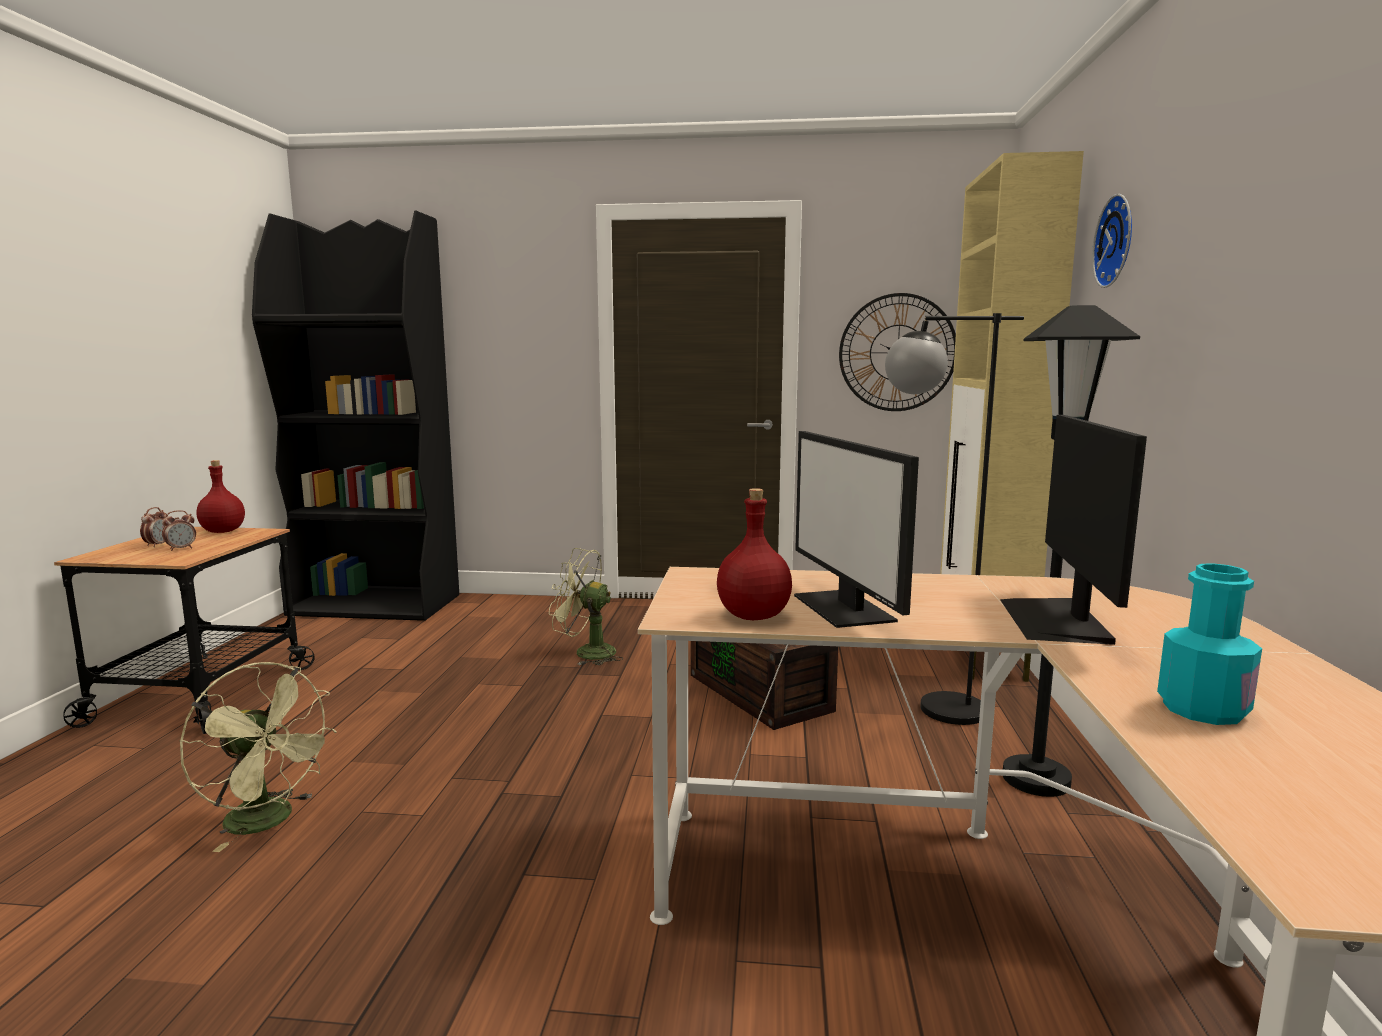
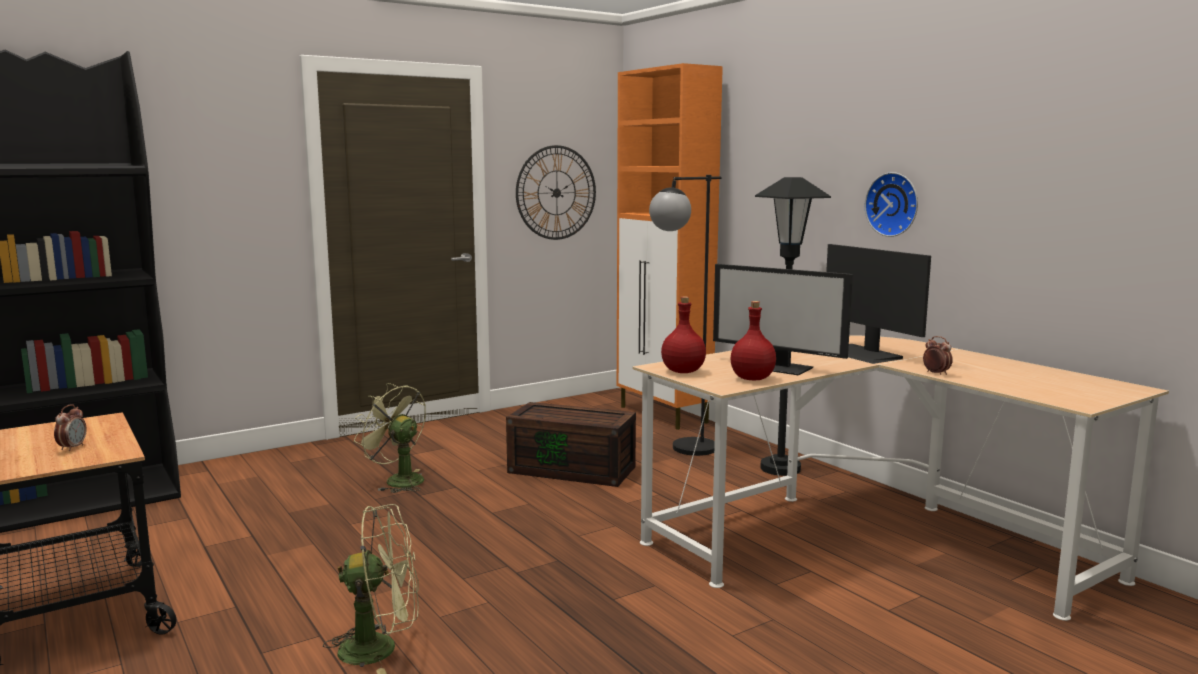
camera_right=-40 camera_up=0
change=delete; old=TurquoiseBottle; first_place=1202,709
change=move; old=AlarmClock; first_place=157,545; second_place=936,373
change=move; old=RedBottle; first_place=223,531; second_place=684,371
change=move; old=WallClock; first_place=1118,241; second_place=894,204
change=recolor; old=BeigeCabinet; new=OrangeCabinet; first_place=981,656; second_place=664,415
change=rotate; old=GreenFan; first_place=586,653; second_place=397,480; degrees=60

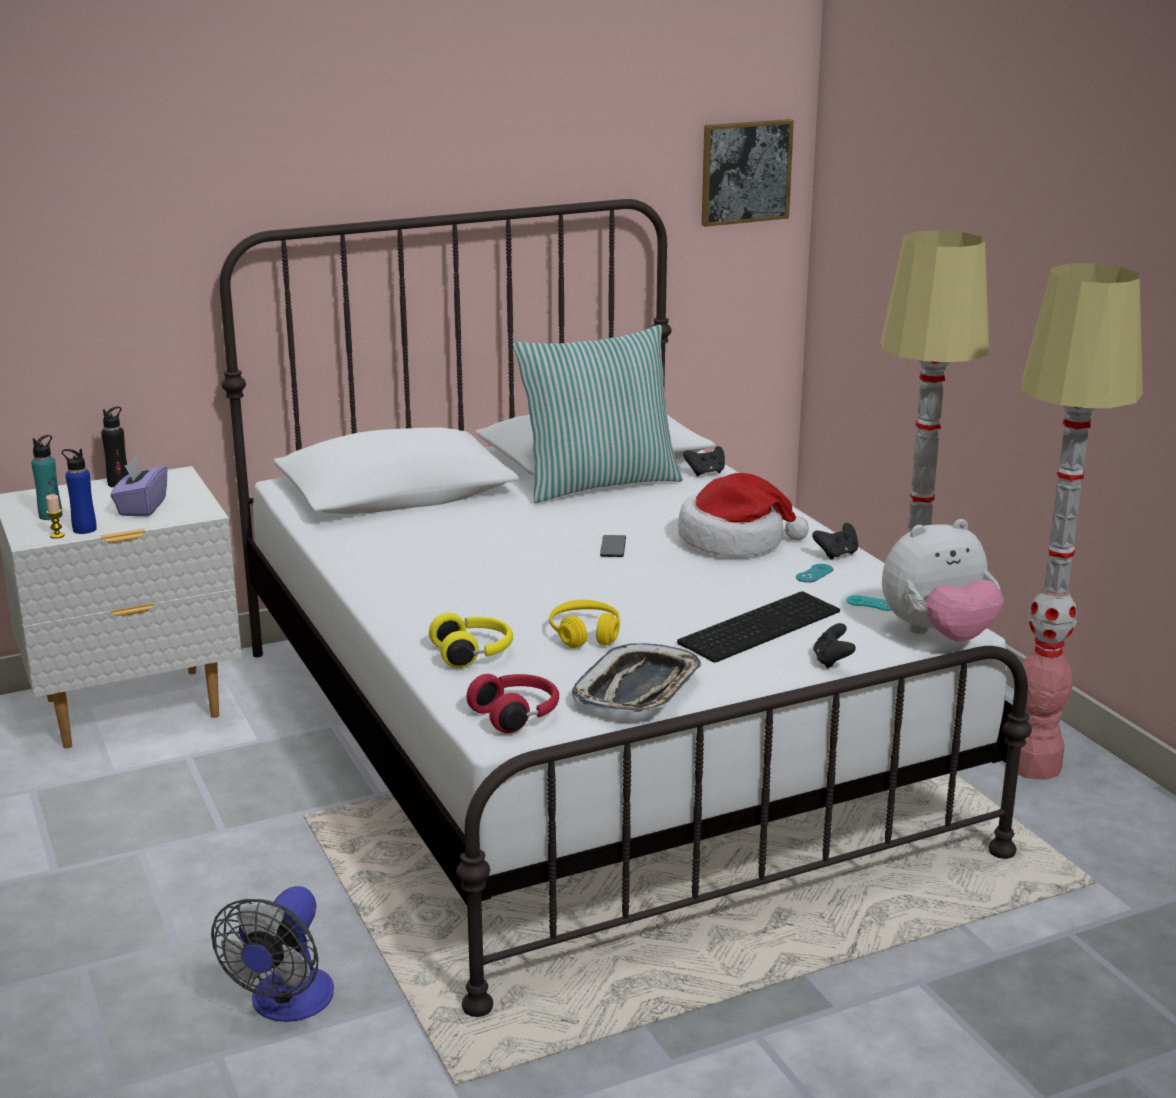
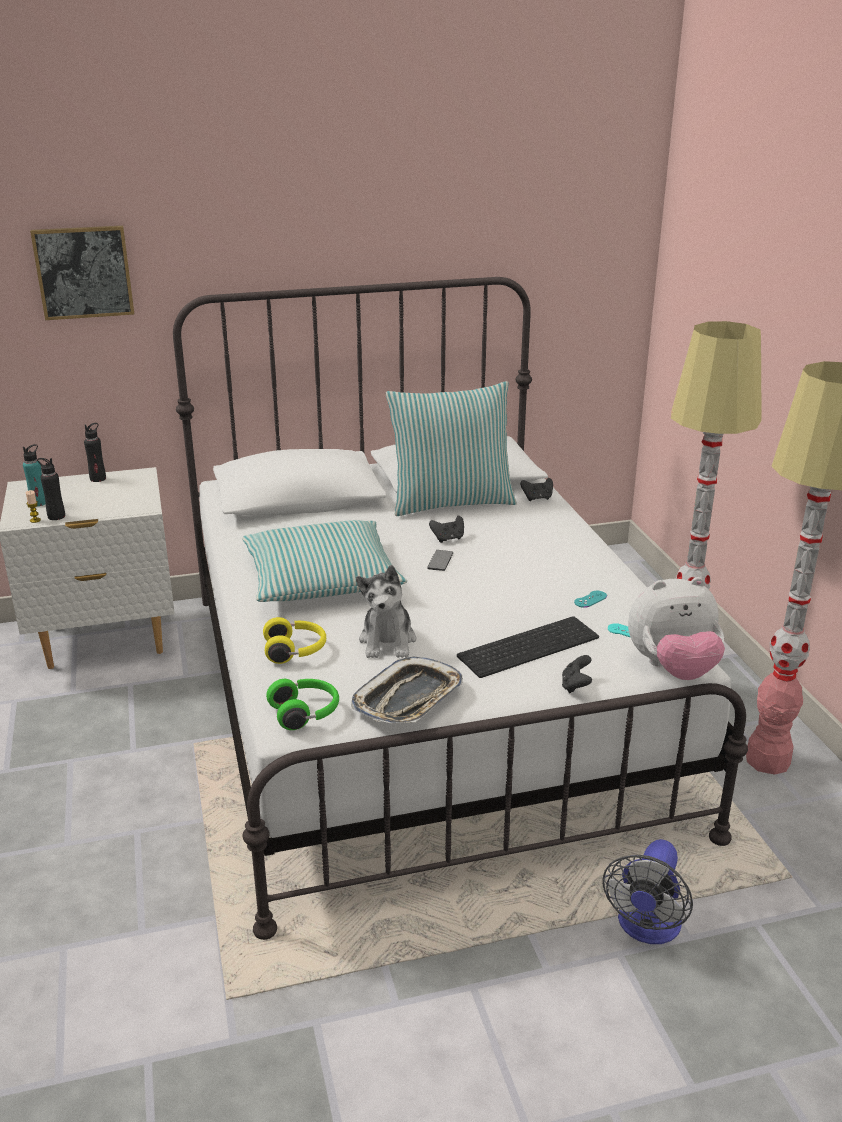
camera_right=10 camera_up=5
change=delete; old=PurpleTissueBox; first_place=141,507
change=delete; old=Hat; first_place=734,540
change=insert; new=Pillow; second_place=321,578
change=move; old=Fan; first_place=286,1005; second_place=646,928
change=move; old=Picture; first_place=745,172; second_place=83,272
change=move; old=BlackGameController; first_place=837,554; second_place=448,539
change=replace; old=YellowHeadphones; new=PlushToy; first_place=585,634; second_place=388,641
change=recolor; old=BlueBottle; new=BlackBottle; first_place=84,529; second_place=56,516
change=recolor; old=RedHeadphones; new=GreenHeadphones; first_place=517,715; second_place=306,713

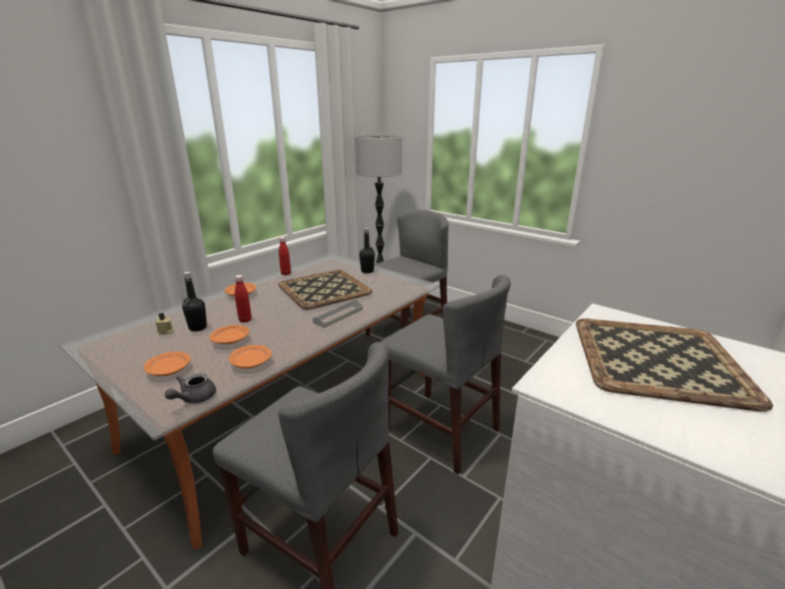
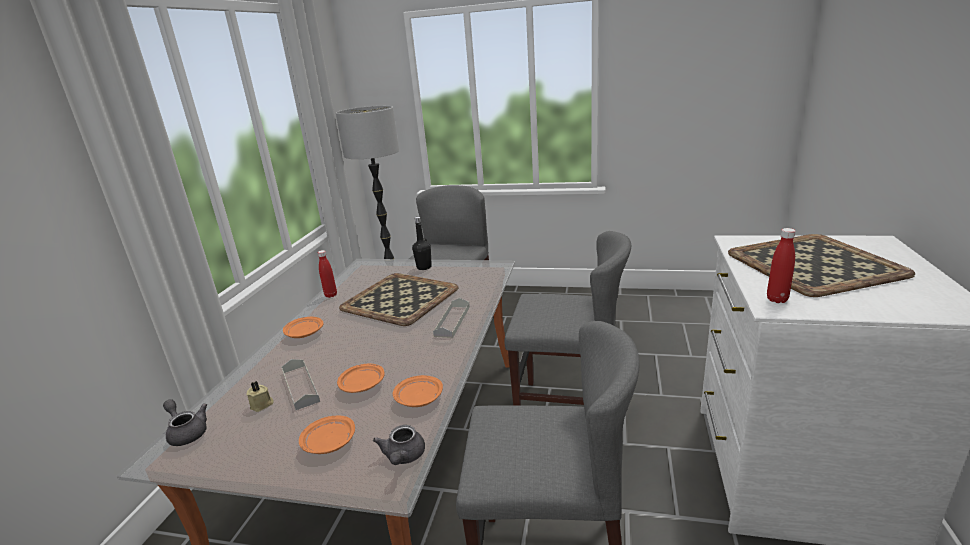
camera_right=-25 camera_up=0
change=insert; new=GreyTeapot; second_place=187,432
change=move; old=RedBottle; first_place=245,320; second_place=777,299
change=replace; old=BlackBottle; new=GreyTray; first_place=198,328; second_place=300,386

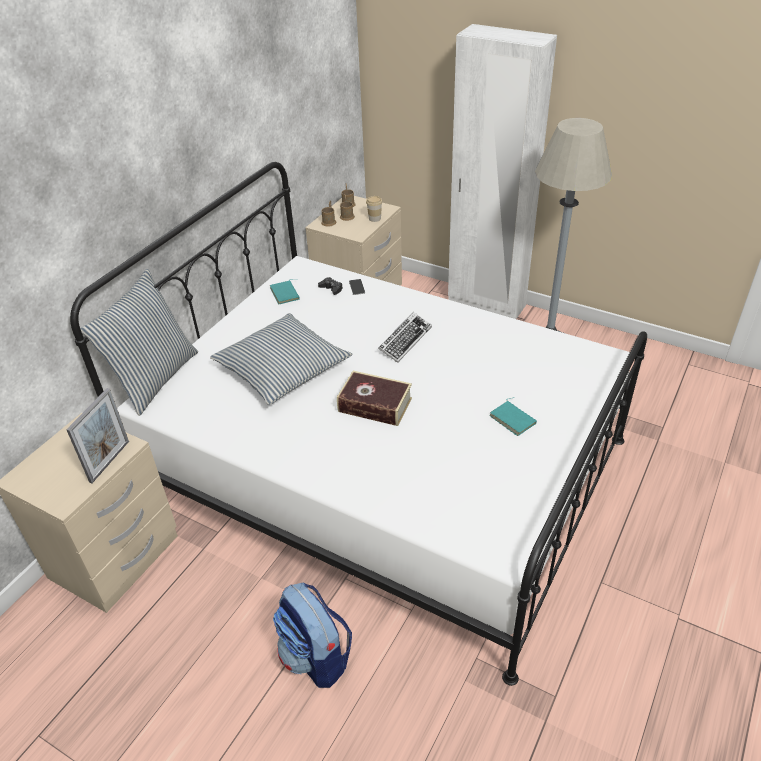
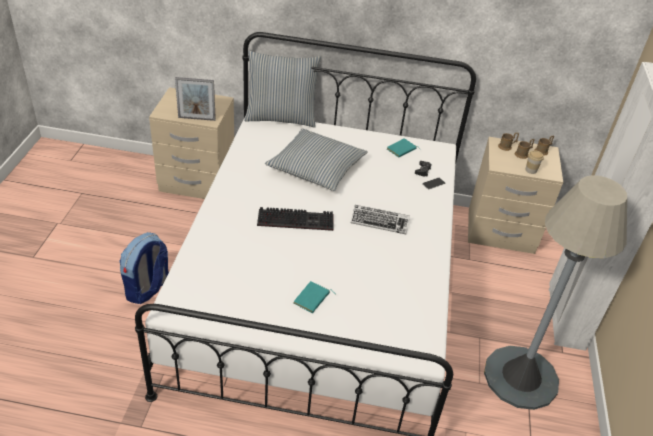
camera_right=65 camera_up=0
change=replace; old=Book; new=Keyboard; first_place=375,405; second_place=297,219

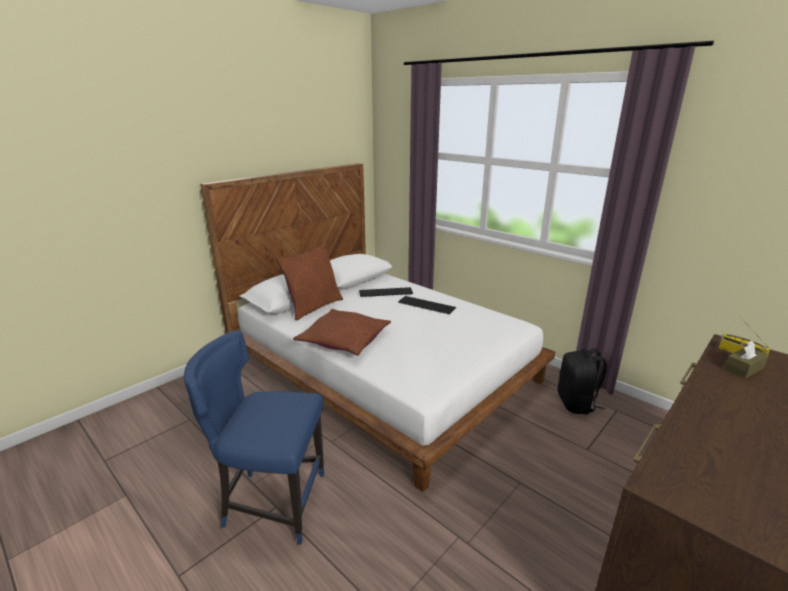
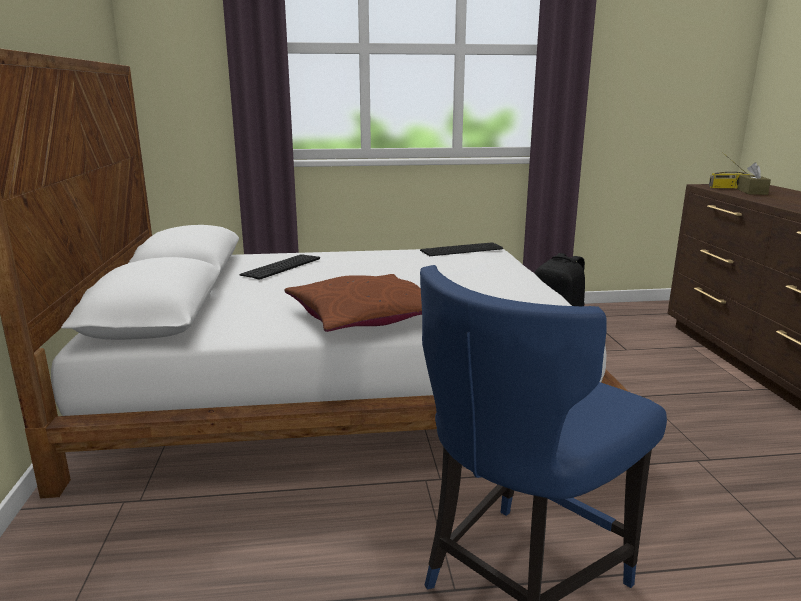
camera_right=-50 camera_up=-5
change=delete; old=BrownPillow; first_place=313,307
change=move; old=Keyboard; first_place=426,304; second_place=460,249

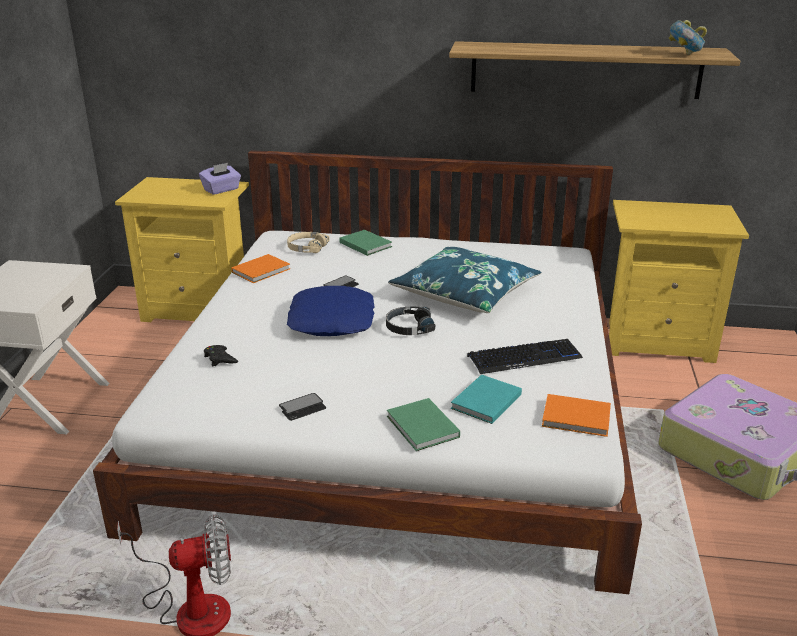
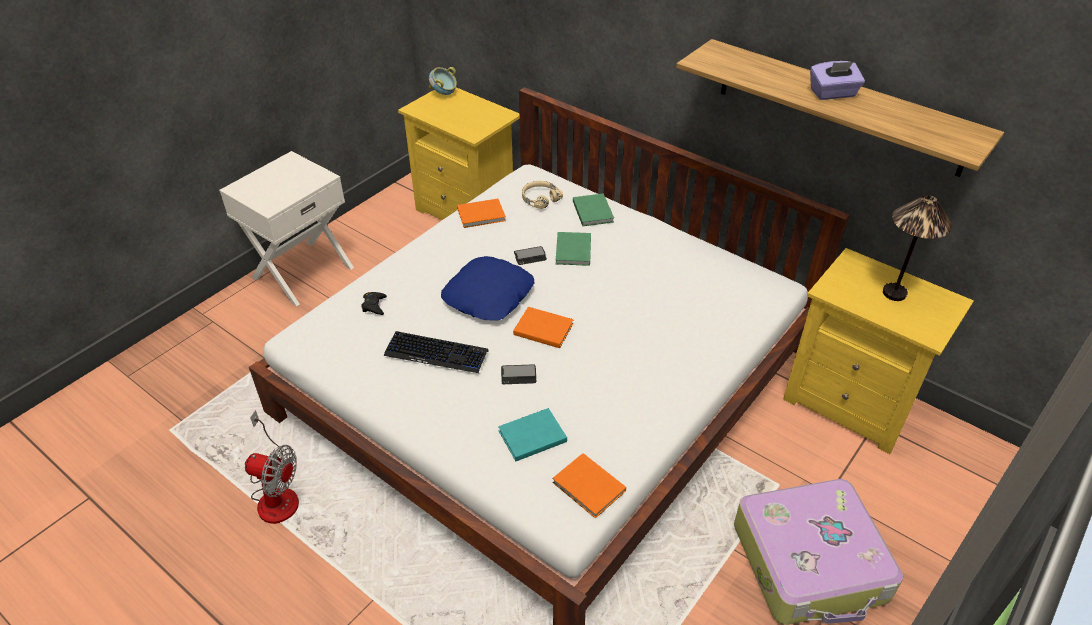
camera_right=30 camera_up=15
change=delete; old=BluePillow; first_place=465,293
change=insert; new=TableLamp; second_place=895,293
change=move; old=PurpleTissueBox; first_place=221,190; second_place=833,93
change=move; old=Phone; first_place=302,408; second_place=518,375
change=move; old=GreenBook; first_place=422,428; second_place=572,251
change=move; old=Keyboard; first_place=524,358; second_place=436,353
change=move; old=Bowl; first_place=684,55; second_place=444,94
change=replace; old=BlackHeadphones; new=OrangeBook; first_place=409,327; second_place=542,328

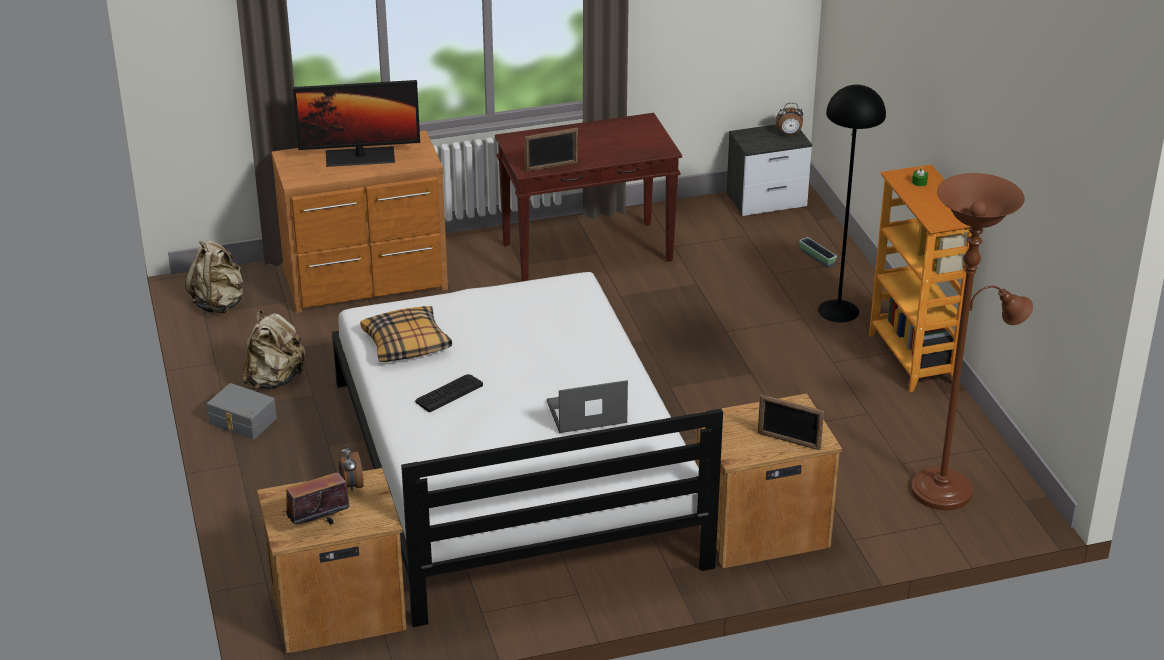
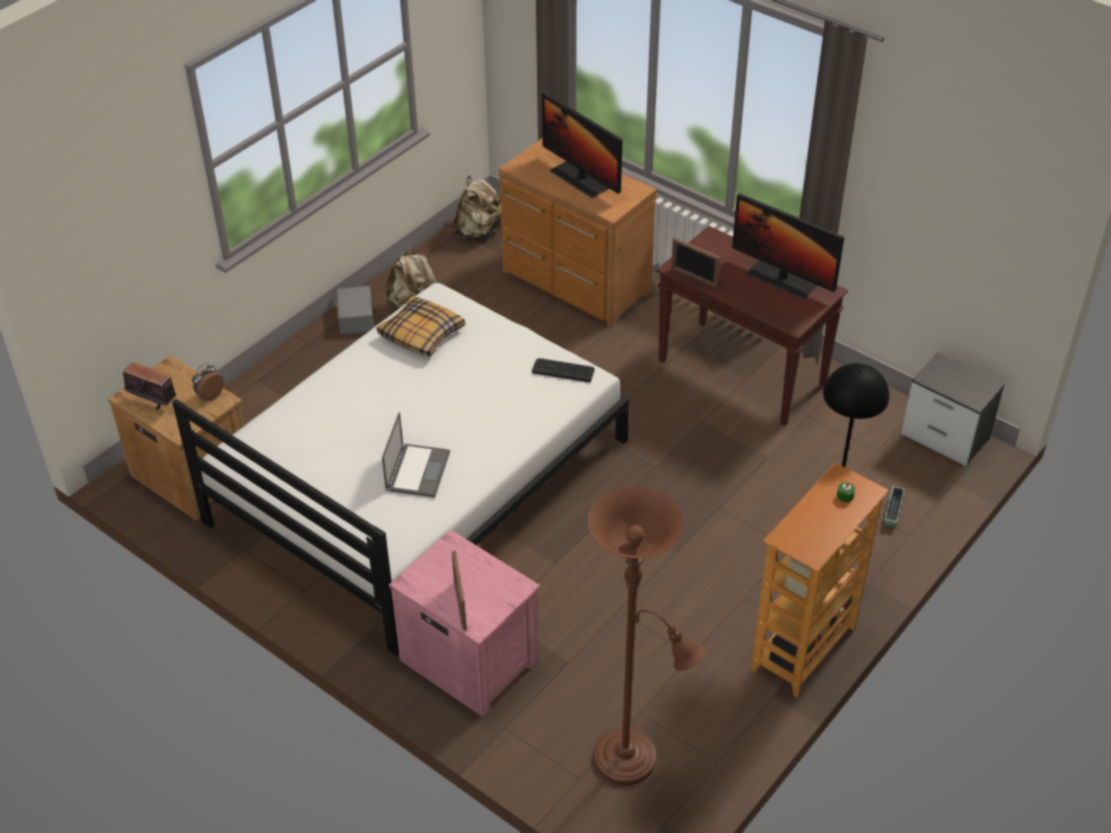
camera_right=55 camera_up=10
change=delete; old=AlarmClock; first_place=789,134
change=insert; new=Monitor; second_place=782,279
change=move; old=Keyboard; first_place=448,393; second_place=563,370
change=recolor; old=BrownNightstand; new=PinkNightstand; first_place=758,528; second_place=468,658
change=rotate; old=Laptop; first_place=585,412; second_place=418,470; degrees=60

